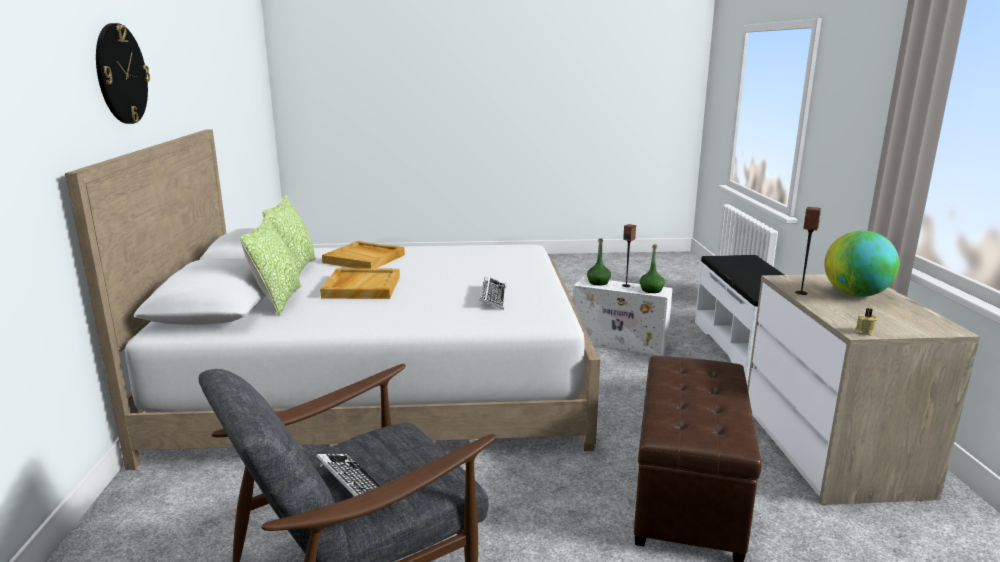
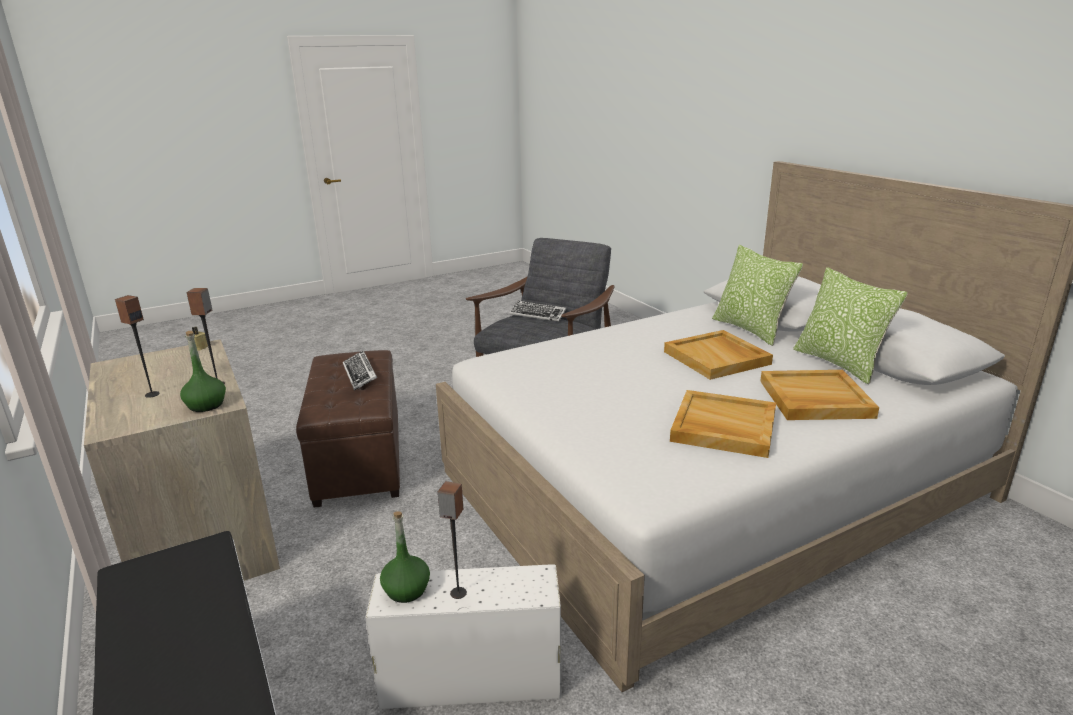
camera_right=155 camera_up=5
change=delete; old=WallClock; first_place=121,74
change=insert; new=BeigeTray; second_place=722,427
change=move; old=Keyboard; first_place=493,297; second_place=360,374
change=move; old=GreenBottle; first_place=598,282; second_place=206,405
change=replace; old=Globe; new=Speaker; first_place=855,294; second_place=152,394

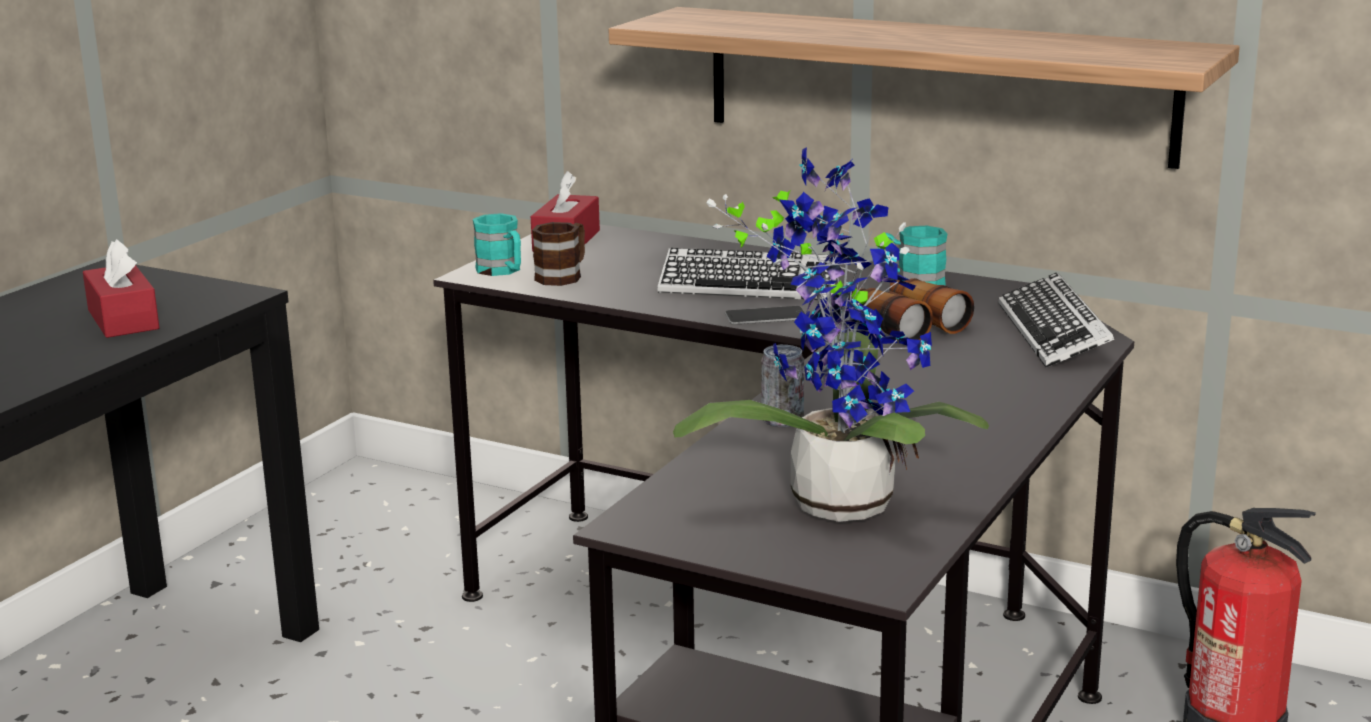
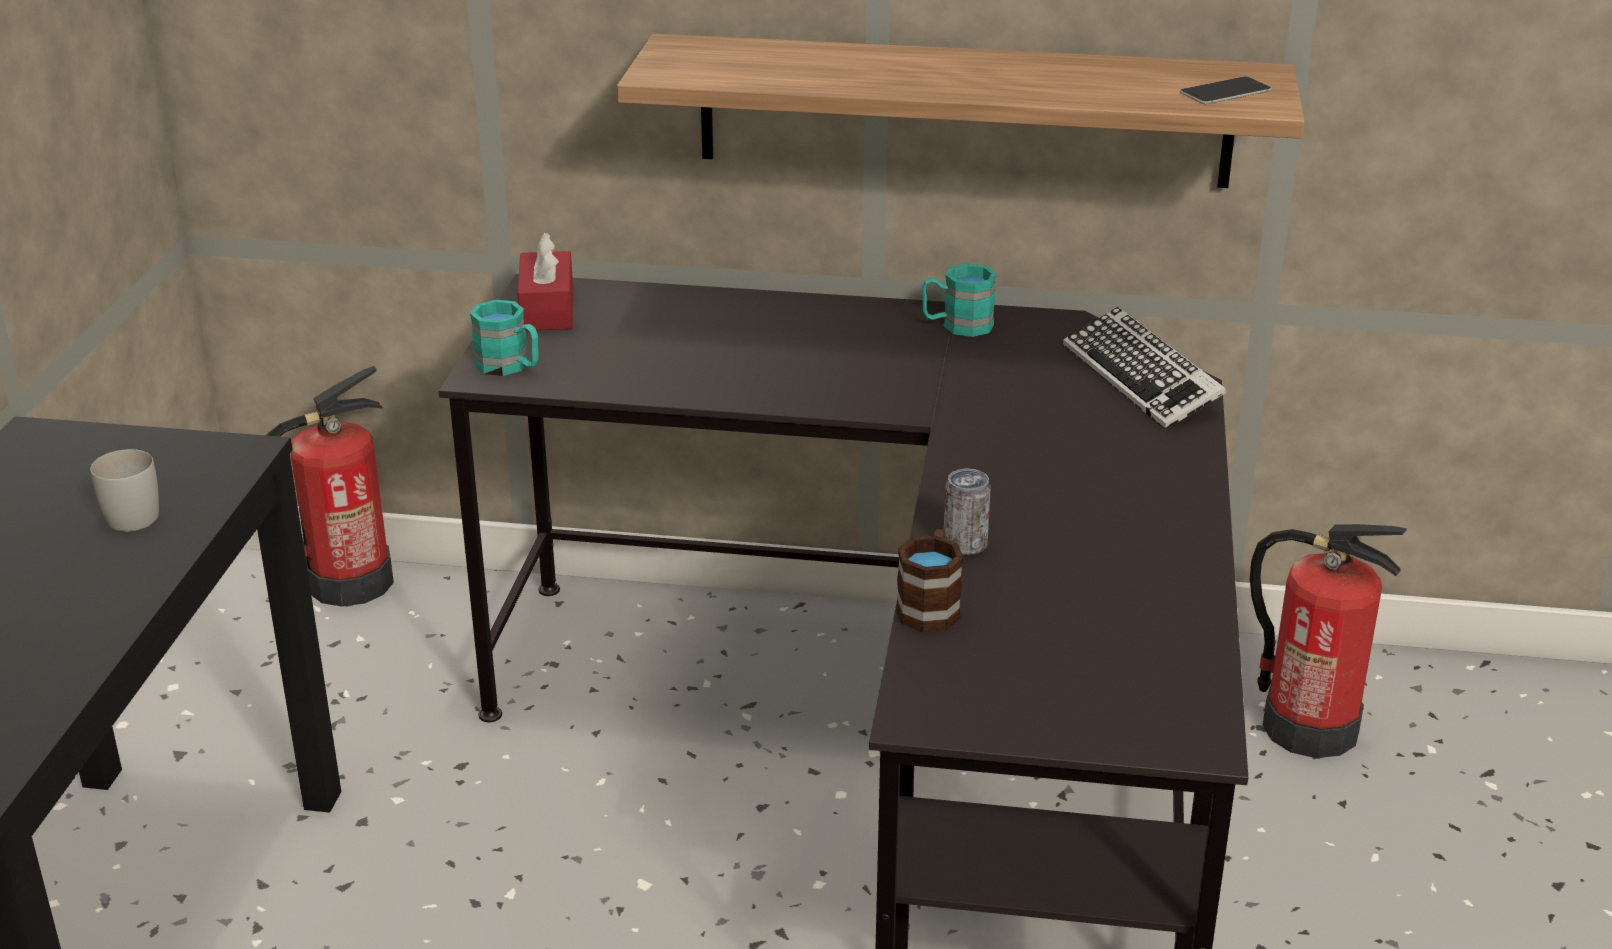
camera_right=-20 camera_up=10
change=delete; old=Keyboard; first_place=749,287
change=delete; old=PottedPlant; first_place=837,498
change=delete; old=Binoculars; first_place=900,324
change=insert; new=FireExtinguisher; second_place=348,582
change=move; old=BrownMug; first_place=564,275; second_place=930,605
change=move; old=Phone; first_place=766,316; second_place=1225,91
change=replace; old=RedTissueBox; new=WhiteMug; first_place=123,319; second_place=126,515

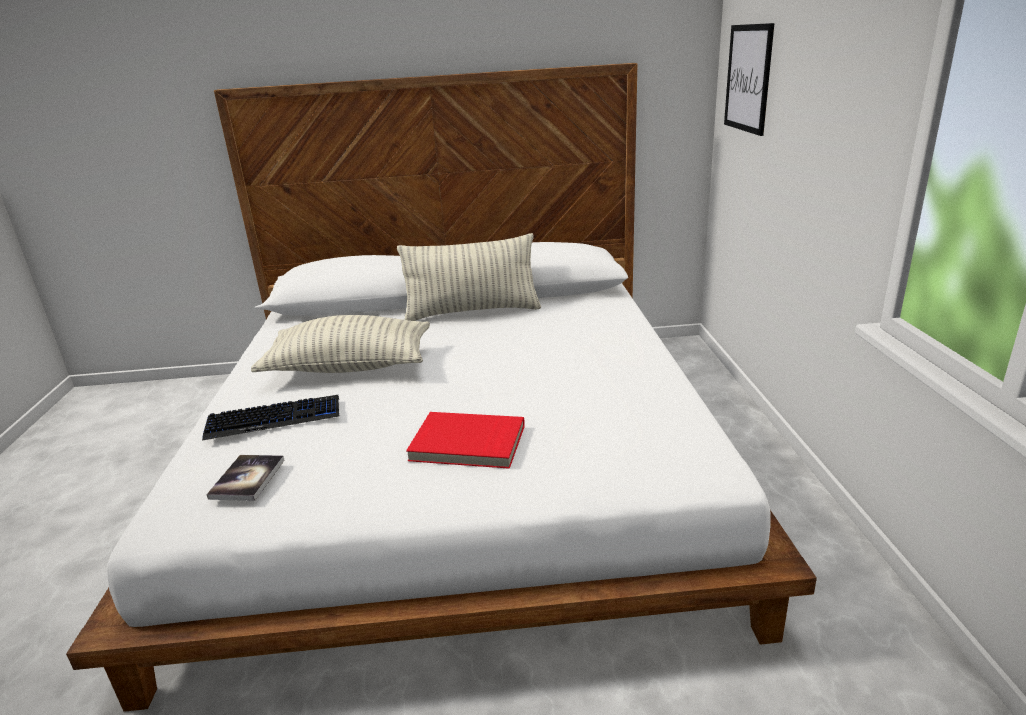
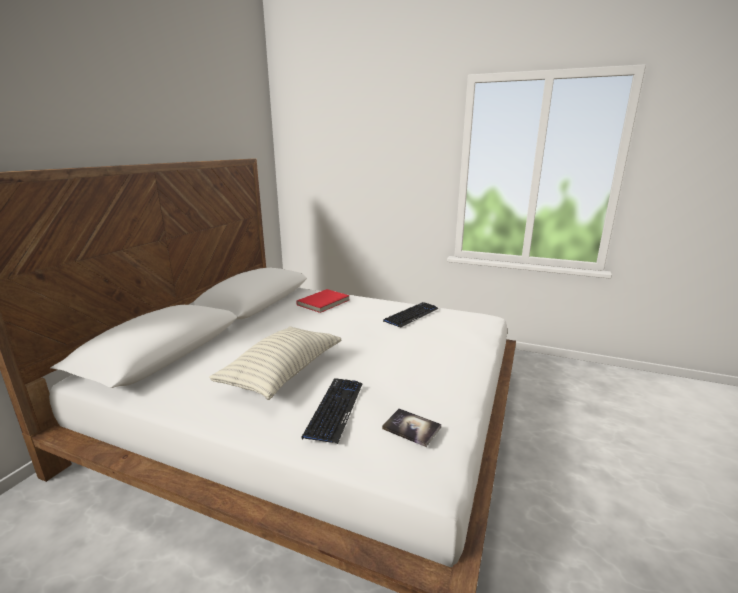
camera_right=-65 camera_up=-5
change=delete; old=Pillow; first_place=472,312
change=delete; old=Picture; first_place=748,78
change=insert; new=Keyboard; second_place=411,315
change=move; old=RedBook; first_place=467,444; second_place=324,302

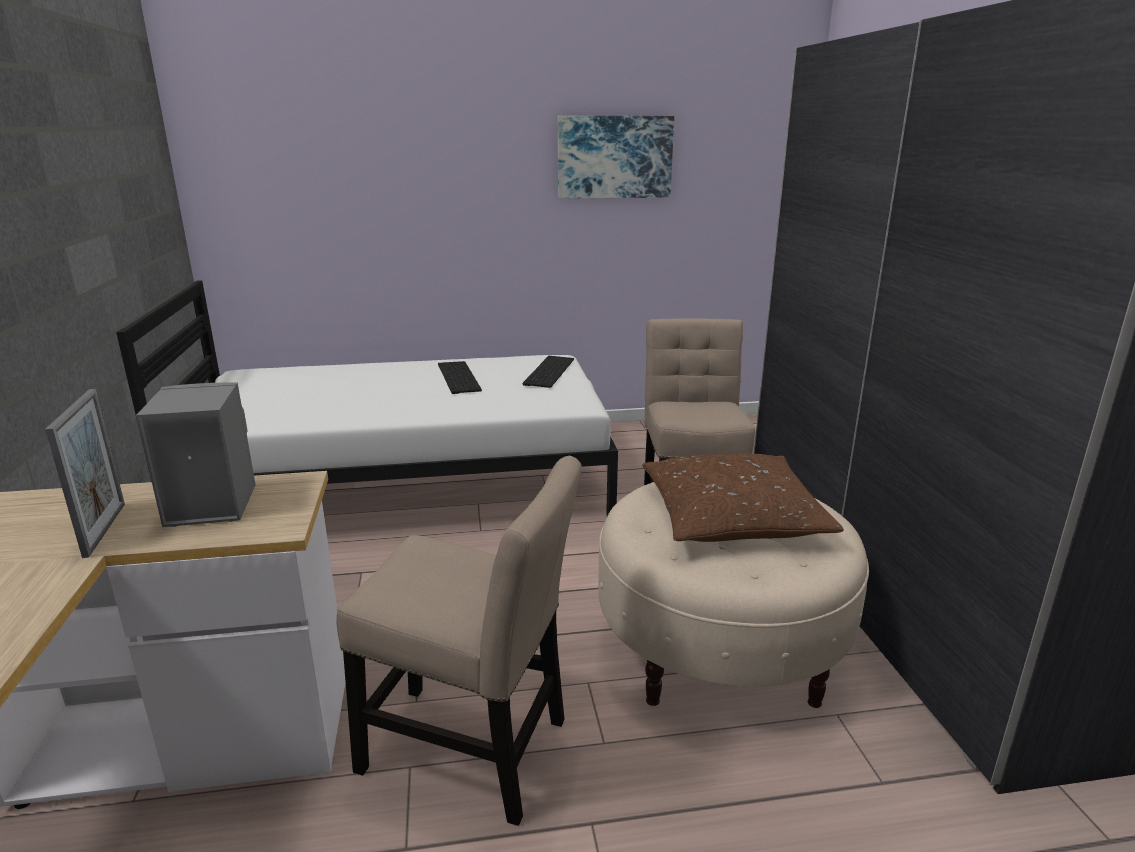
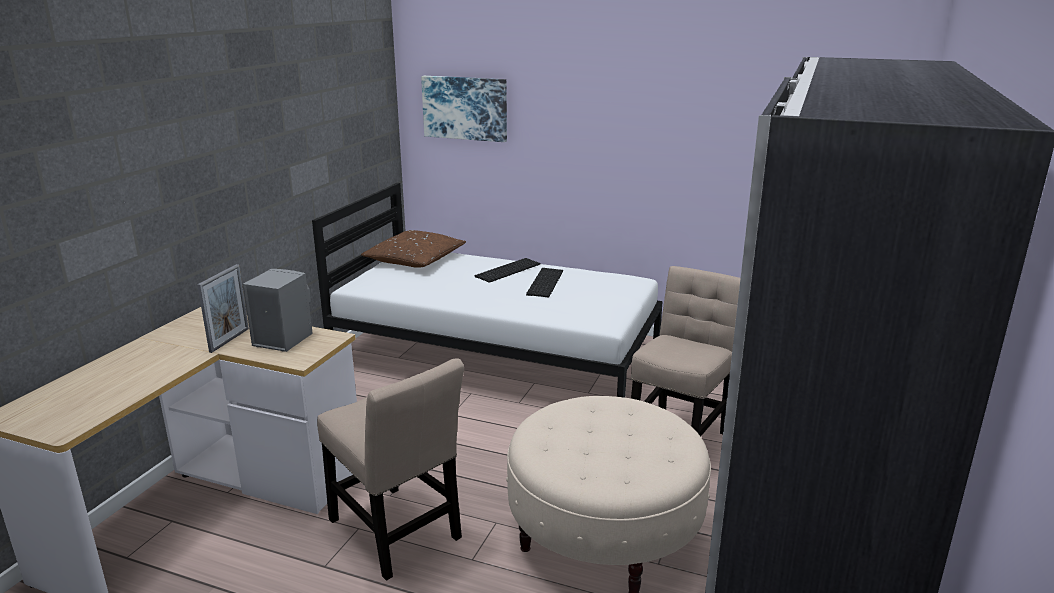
camera_right=30 camera_up=0
change=move; old=Keyboard; first_place=548,371; second_place=507,270
change=move; old=Picture; first_place=614,157; second_place=465,108
change=move; old=BrownPillow; first_place=732,517; second_place=415,259

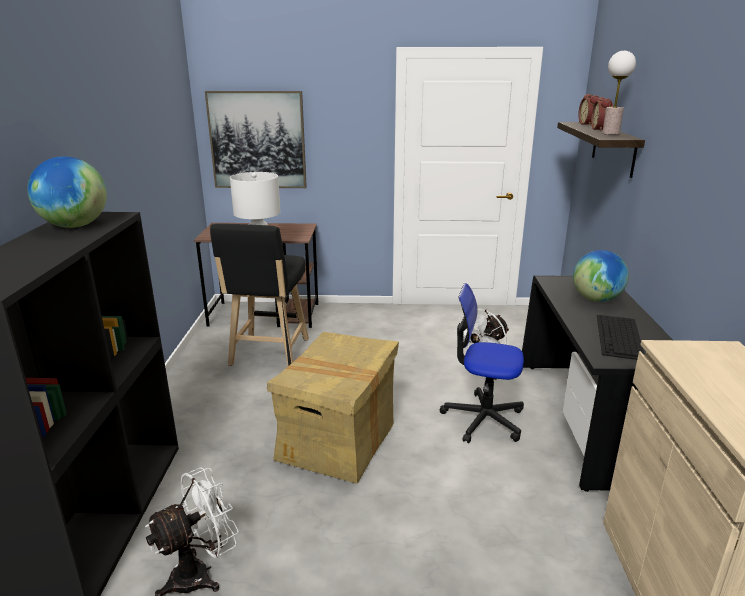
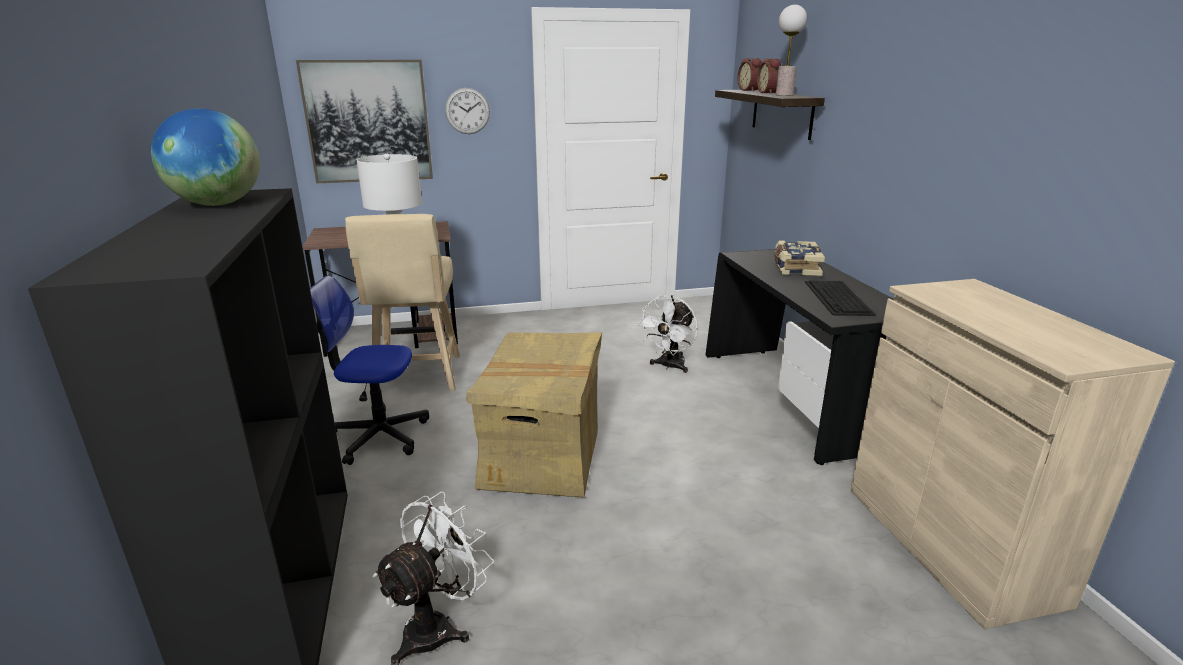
camera_right=-15 camera_up=0
change=insert; new=WallClock; second_place=467,111
change=move; old=OfficeChair; first_place=483,419; second_place=379,436
change=replace; old=Globe; new=Book; first_place=596,299; second_place=795,268
change=recolor; old=BlackStool; new=BeigeStool; first_place=268,354; second_place=417,378

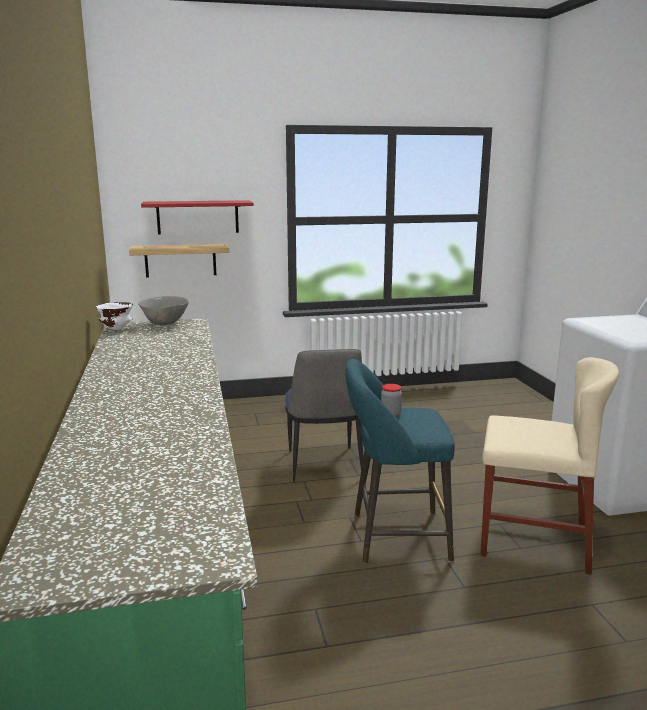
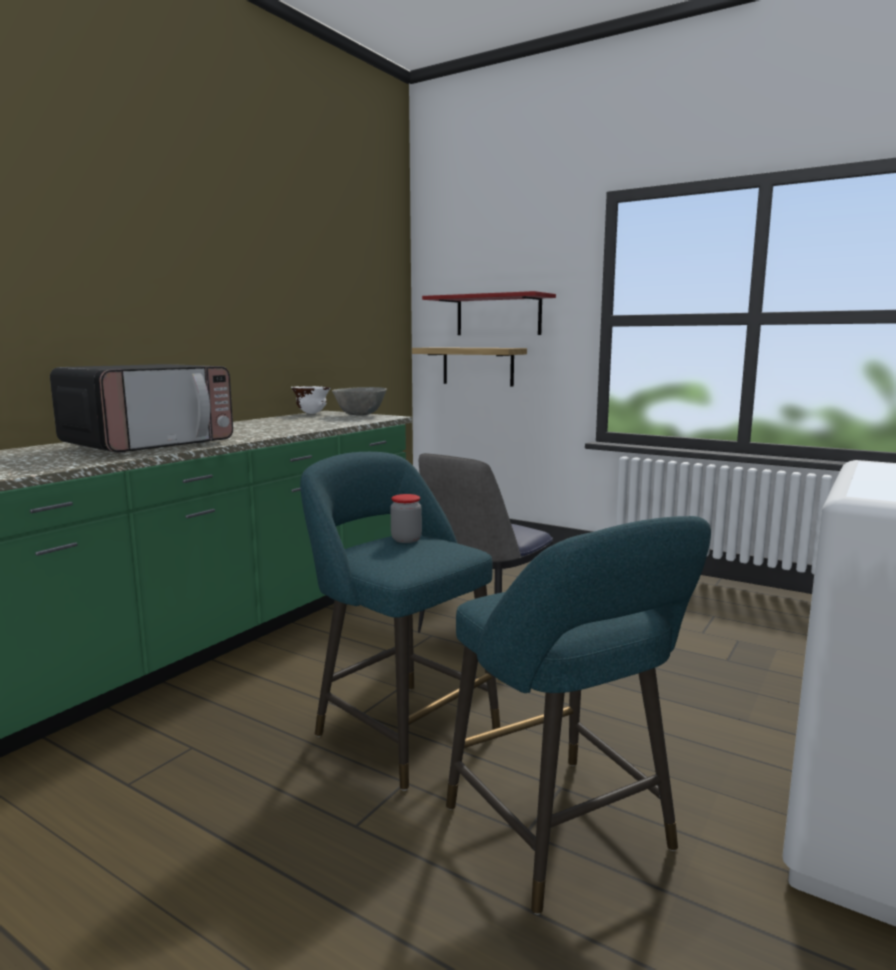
camera_right=45 camera_up=-5
change=insert; new=Microwave; second_place=149,444
change=replace; old=BeigeChair; new=TurquoiseStool; first_place=533,540; second_place=565,836

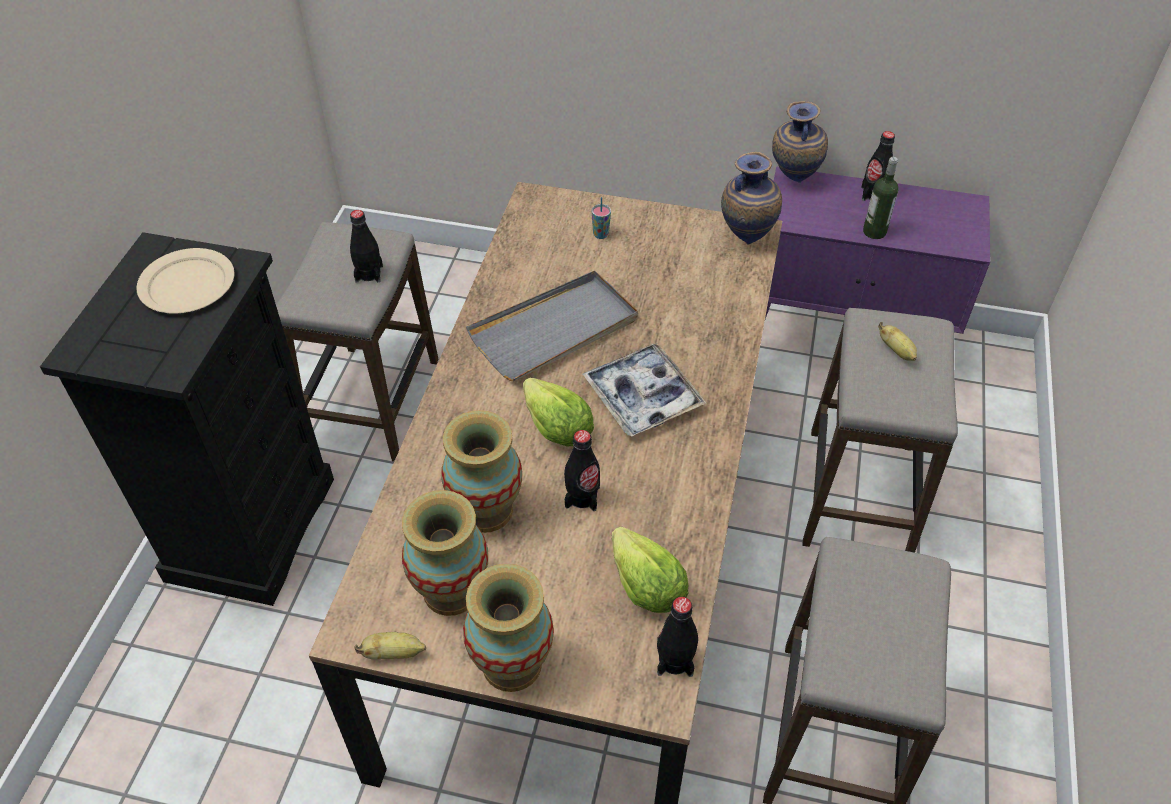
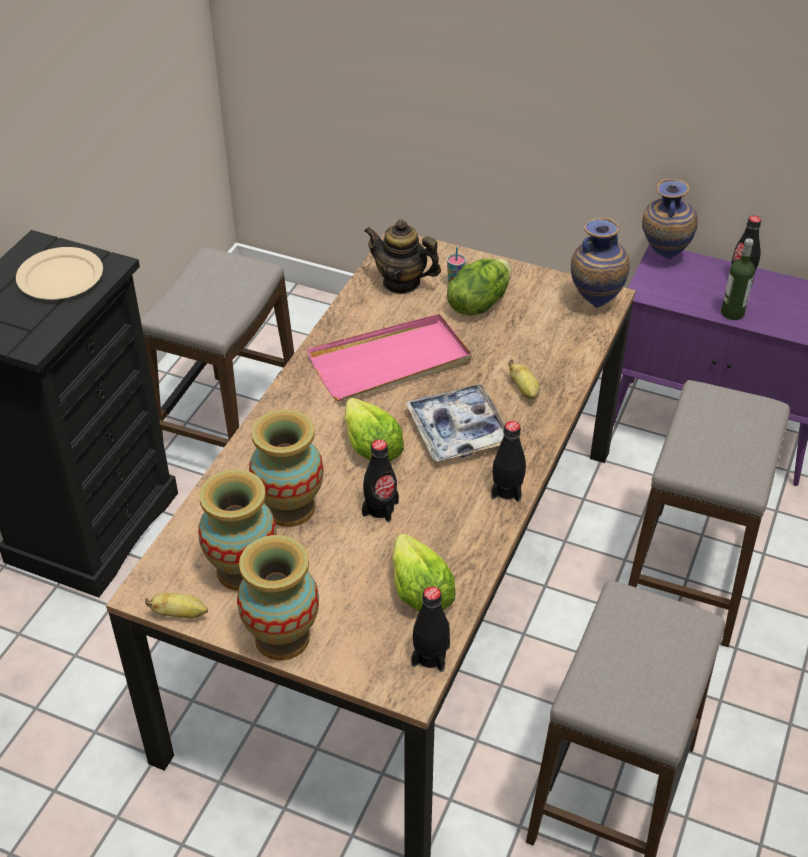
camera_right=10 camera_up=-5
change=insert; new=Teapot; second_place=401,283
change=insert; new=Lettuce; second_place=478,303
change=move; old=BlackBottle; first_place=369,273; second_place=507,490
change=move; old=Banana; first_place=897,351; second_place=524,390
change=recolor; old=GreyTray; new=PinkTray; first_place=555,330; second_place=391,362

